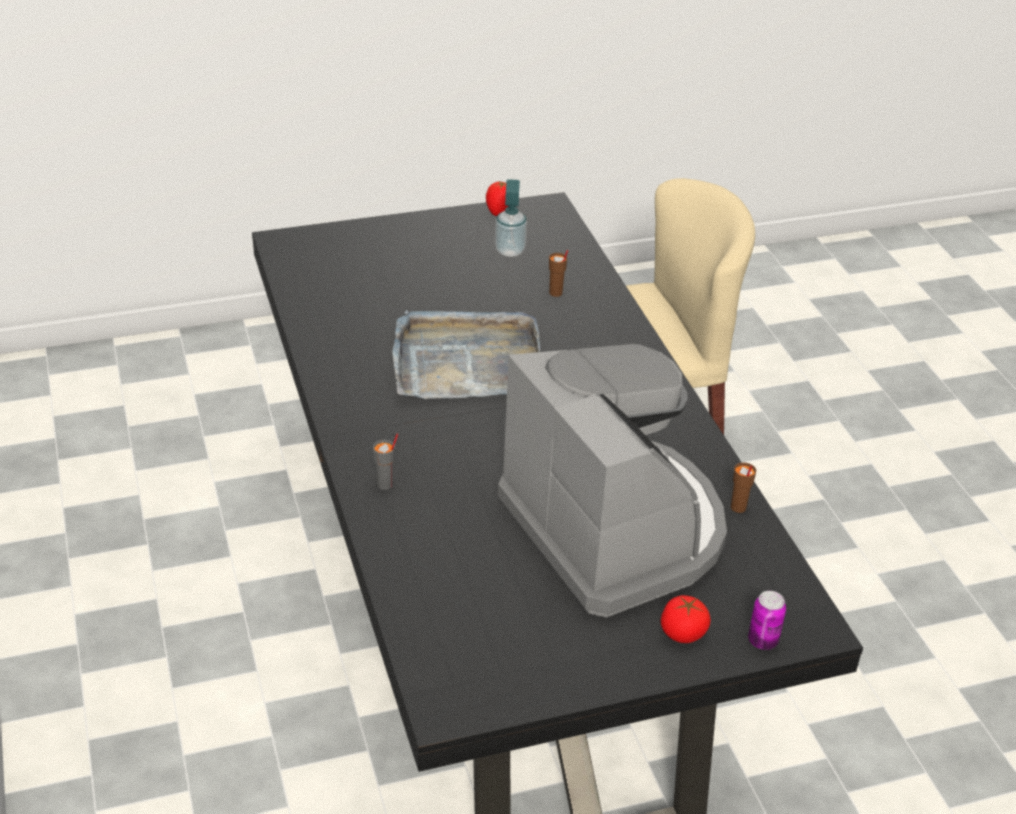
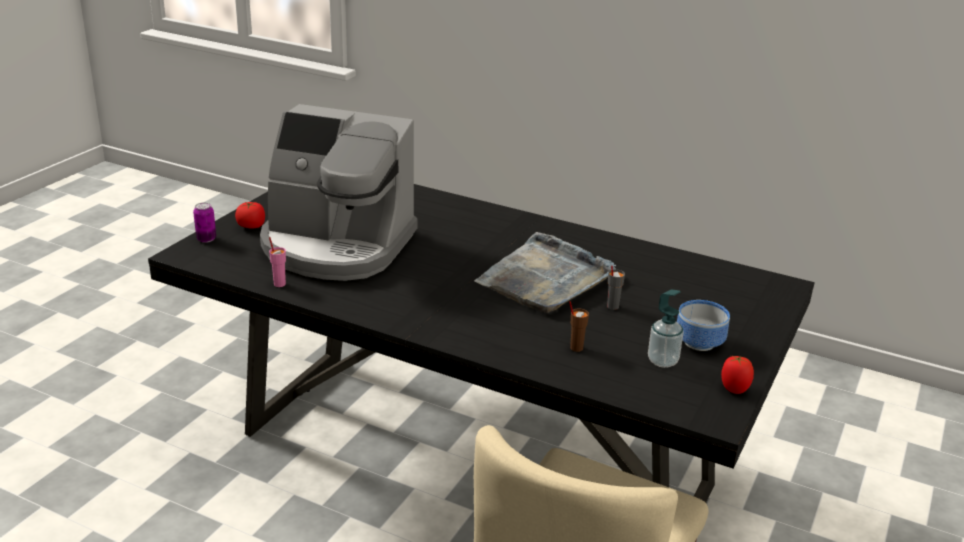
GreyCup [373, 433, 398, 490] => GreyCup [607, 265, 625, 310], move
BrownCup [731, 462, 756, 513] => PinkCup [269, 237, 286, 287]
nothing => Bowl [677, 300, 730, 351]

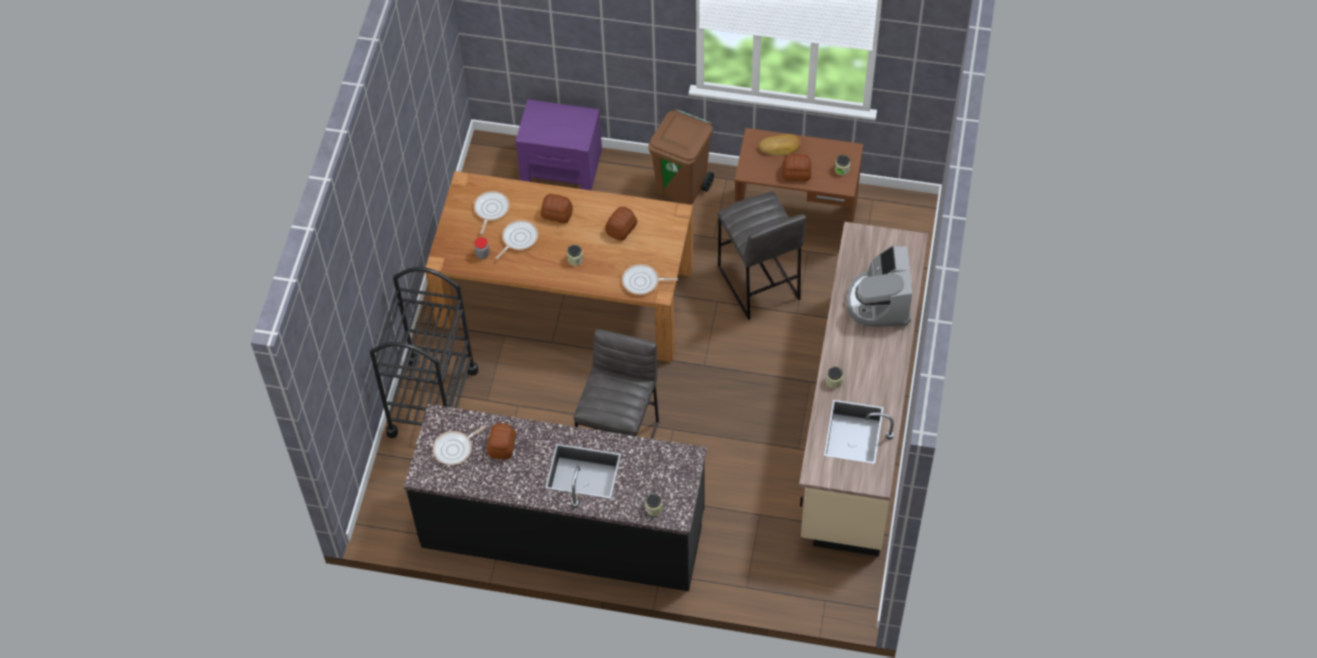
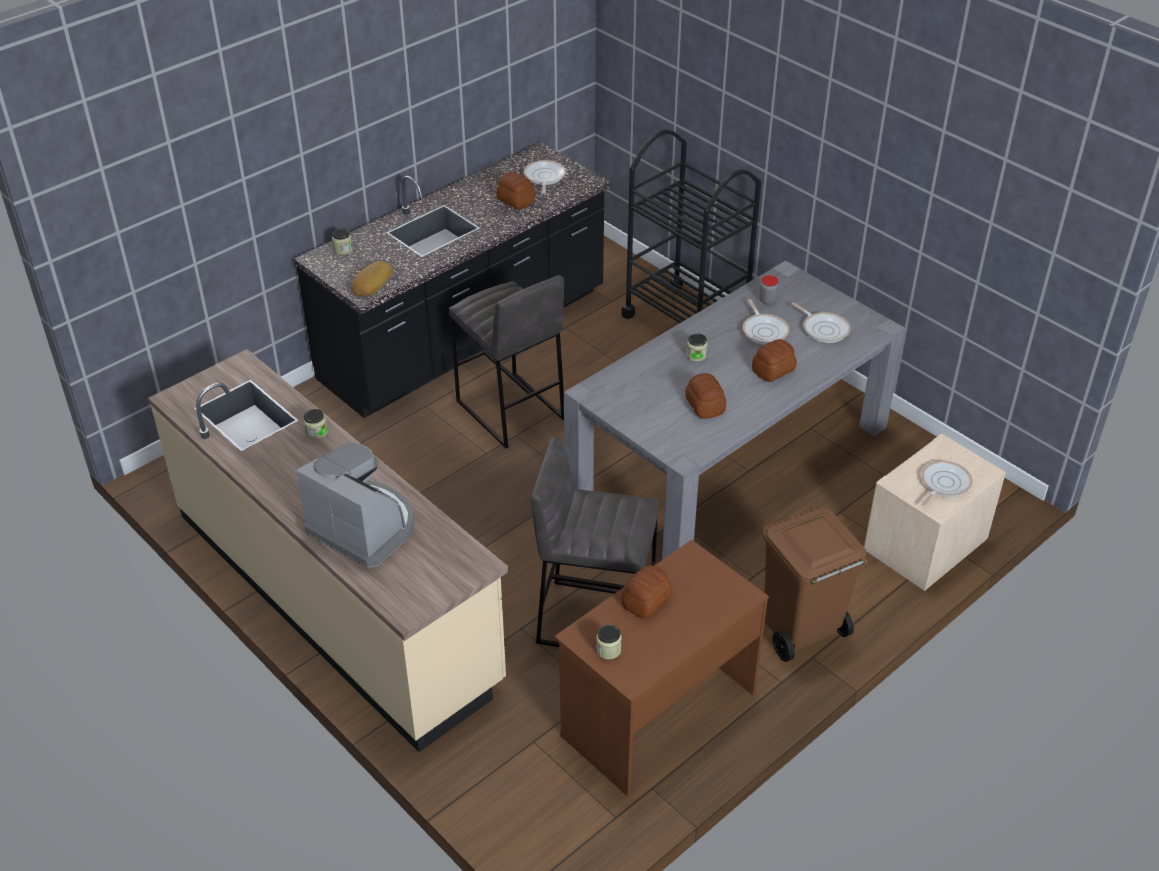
PurpleNightstand [516, 99, 602, 190] => BeigeNightstand [864, 434, 1006, 591]
Bread [759, 134, 801, 155] => Bread [351, 261, 393, 297], move
BrownDiningTable [425, 171, 693, 362] => GreyDiningTable [564, 261, 906, 560]
FryingPan [622, 264, 678, 295] => FryingPan [921, 461, 973, 506], move

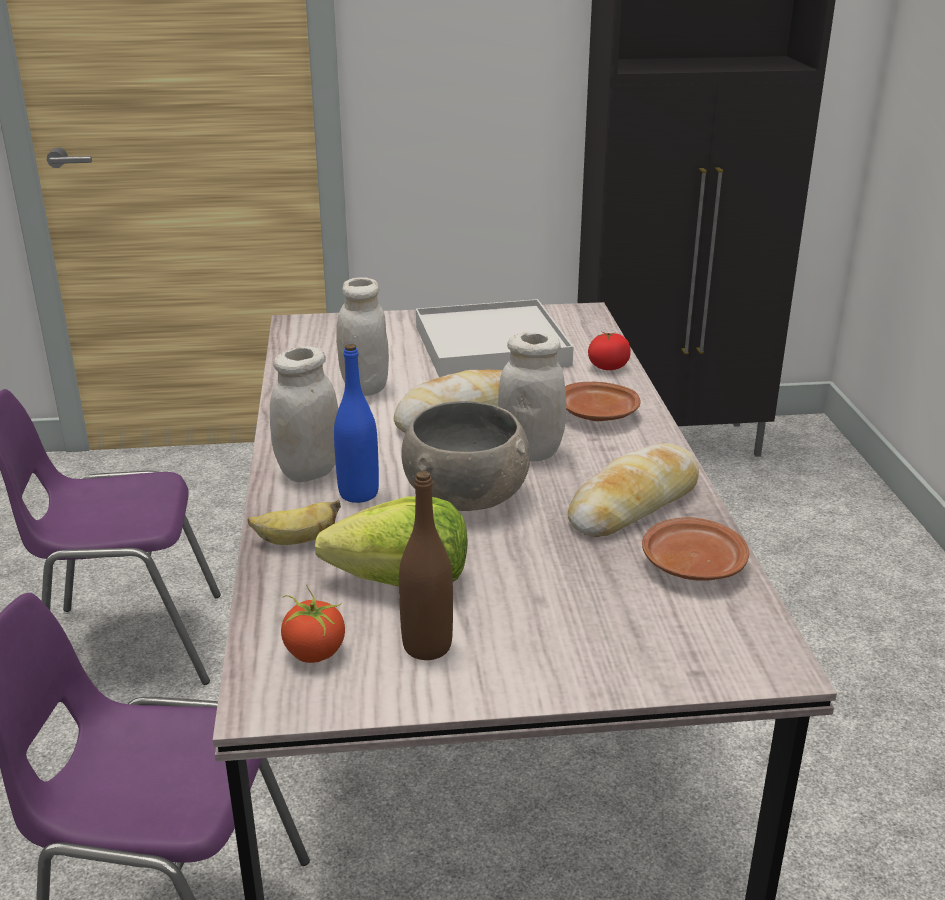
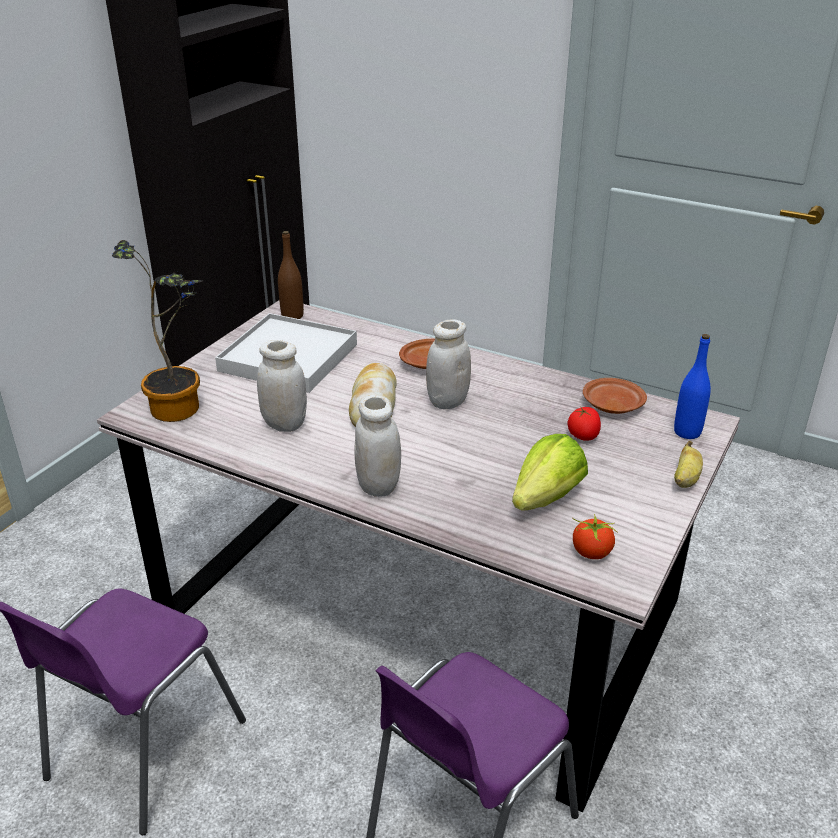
Tomato [588, 332, 631, 370] => Tomato [568, 407, 601, 441], move
BlueBottle [334, 344, 379, 503] => BlueBottle [674, 334, 711, 439], move
GreyBowl [401, 401, 530, 511] => nothing
Bread [568, 443, 699, 537] => nothing
BrownBottle [399, 471, 453, 660] => BrownBottle [278, 231, 304, 319], move
Banana [248, 500, 341, 545] => Banana [674, 441, 703, 488], move
nothing => PottedPlant [112, 240, 202, 422]

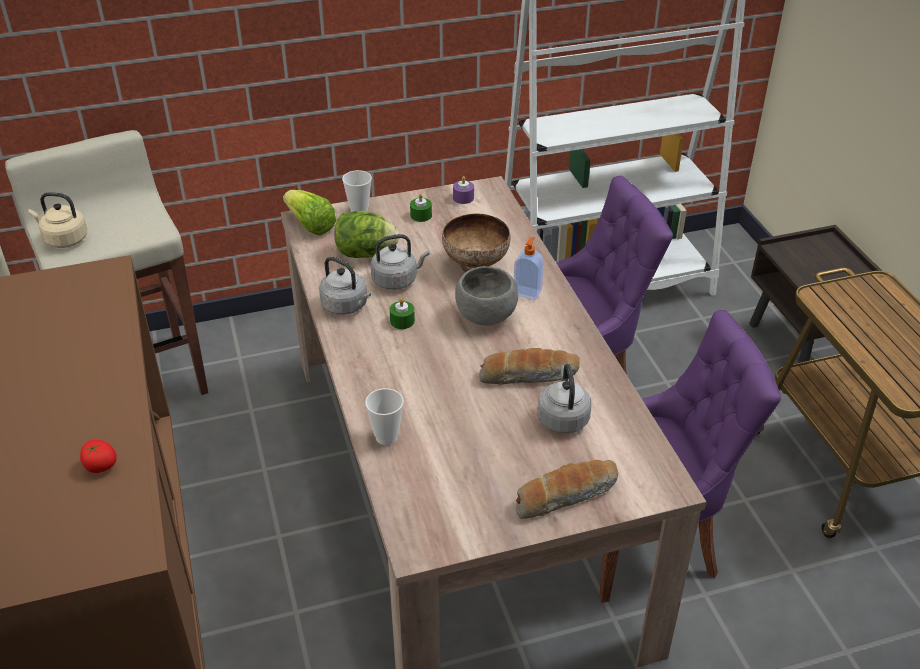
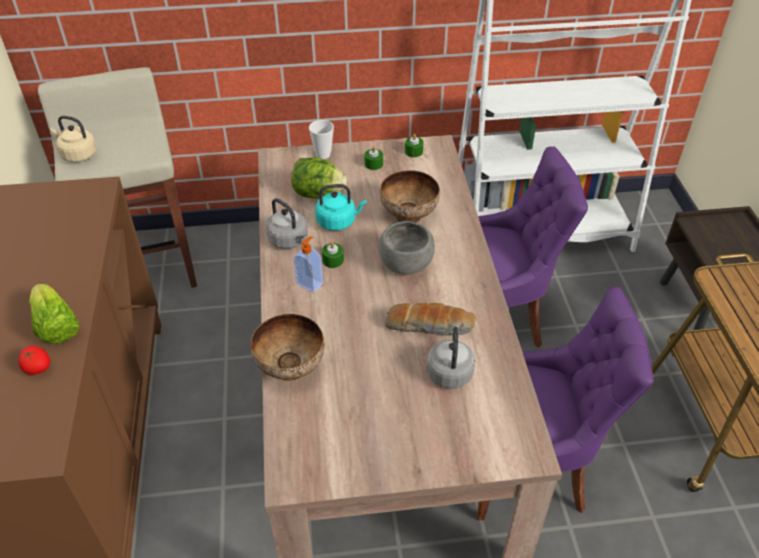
PurpleCandle [453, 176, 474, 204] => GreenCandle [405, 133, 424, 157]
Lettuce [283, 190, 337, 236] => Lettuce [29, 284, 79, 344], move
GreyKettle [370, 234, 429, 290] => TurquoiseKettle [315, 184, 367, 231]
SoapDispenser [514, 237, 544, 300] => SoapDispenser [293, 236, 323, 293], move
Cup [365, 388, 404, 445] => Bowl [250, 314, 325, 381]
Bread [516, 460, 618, 519] => nothing

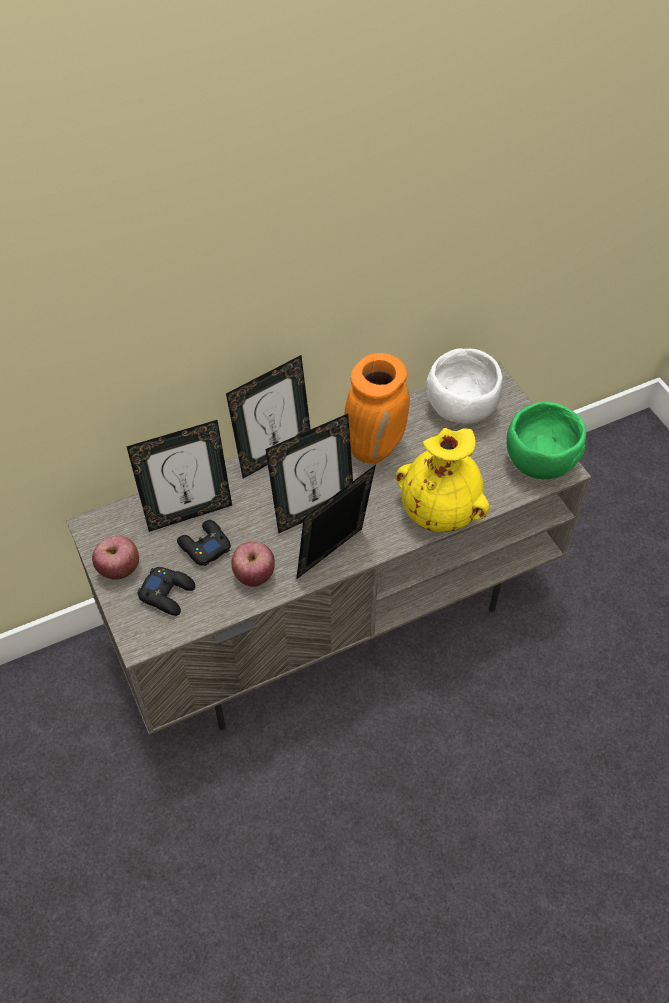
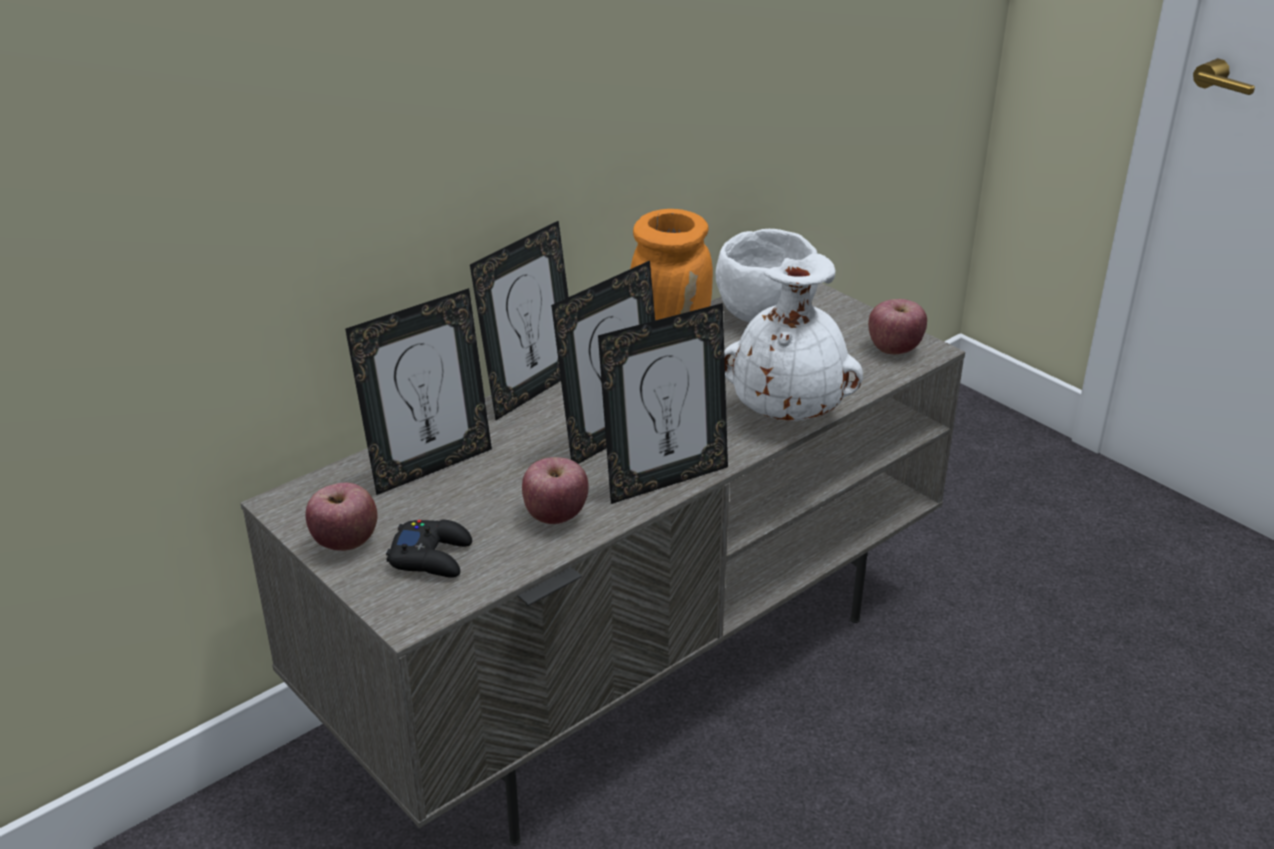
GreenBowl [506, 402, 586, 479] => Apple [868, 299, 927, 354]
YellowVase [395, 428, 490, 532] => WhiteVase [724, 254, 863, 421]
PictureFrame [296, 465, 376, 580] => PictureFrame [598, 303, 728, 504], 150 degrees counterclockwise
BlackGameController [177, 520, 231, 566] => nothing

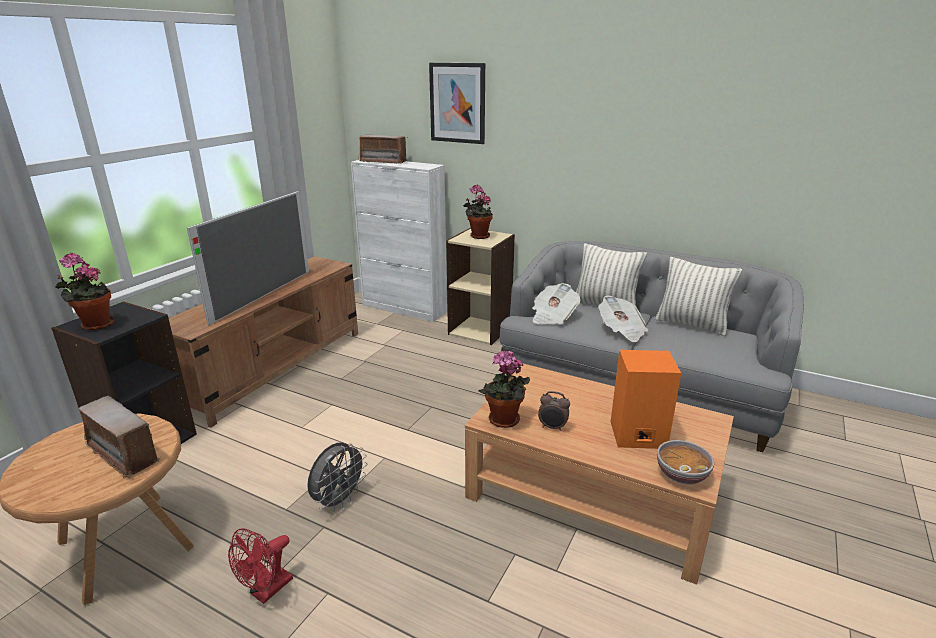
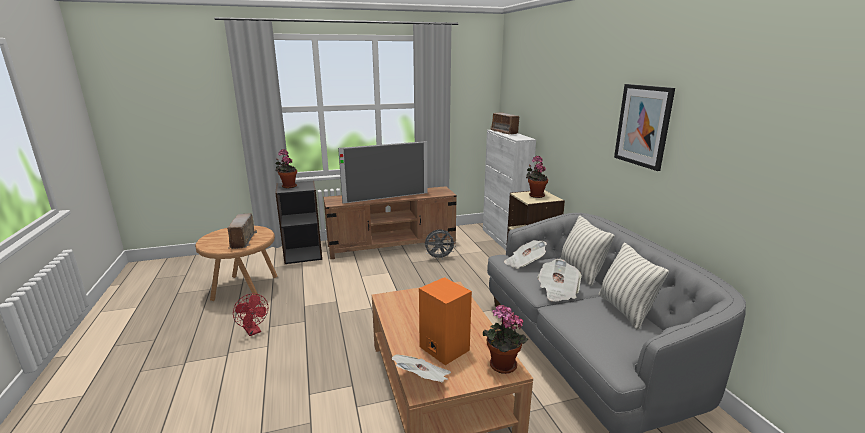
Picture [429, 63, 485, 144] => Picture [614, 84, 675, 171], move
PottedPlant [479, 350, 530, 428] => PottedPlant [483, 305, 528, 374], move
AlarmClock [538, 391, 570, 431] => nothing
Bowl [657, 440, 714, 485] => Newspaper [392, 354, 451, 382]
GreyFan [307, 442, 368, 511] => GreyFan [424, 229, 456, 260], move
RedFan [228, 528, 293, 604] => RedFan [233, 294, 268, 336], 120 degrees counterclockwise

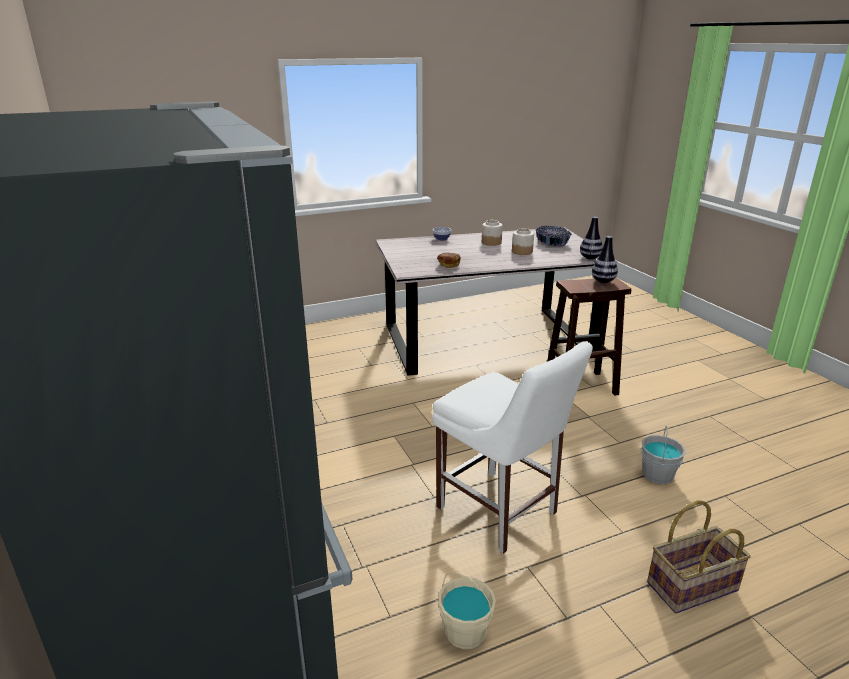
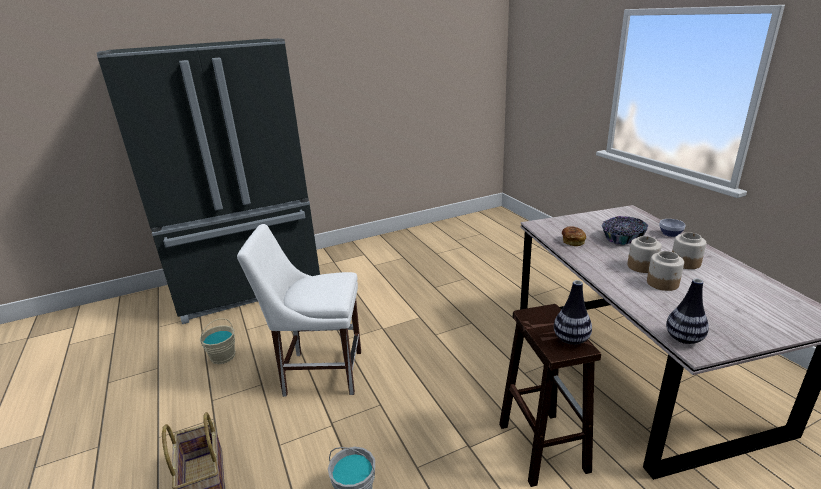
Bowl [535, 226, 572, 246] => Bowl [602, 216, 648, 245], move
WhiteChair [432, 341, 593, 554] => WhiteChair [237, 224, 361, 397], 45 degrees clockwise
nothing => Jar [627, 236, 662, 273]

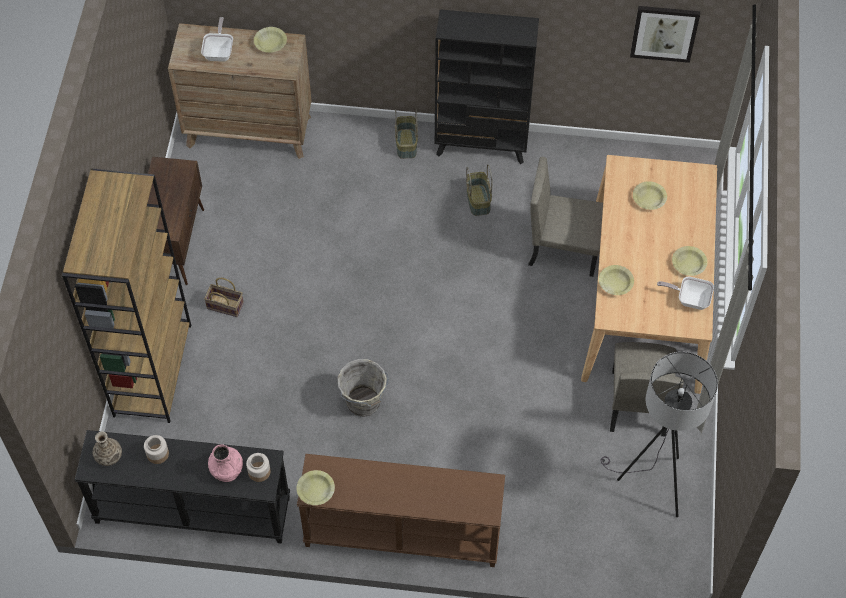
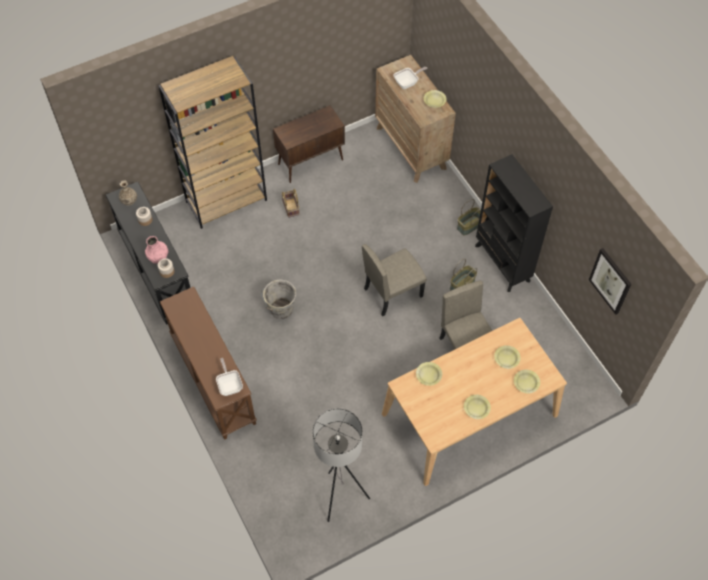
FryingPan [657, 277, 714, 310] => FryingPan [216, 358, 243, 396], move
BeigeChair [610, 342, 684, 436] => BeigeChair [362, 244, 427, 316], move
YellowBowl [297, 470, 335, 505] => YellowBowl [514, 370, 540, 393], move

